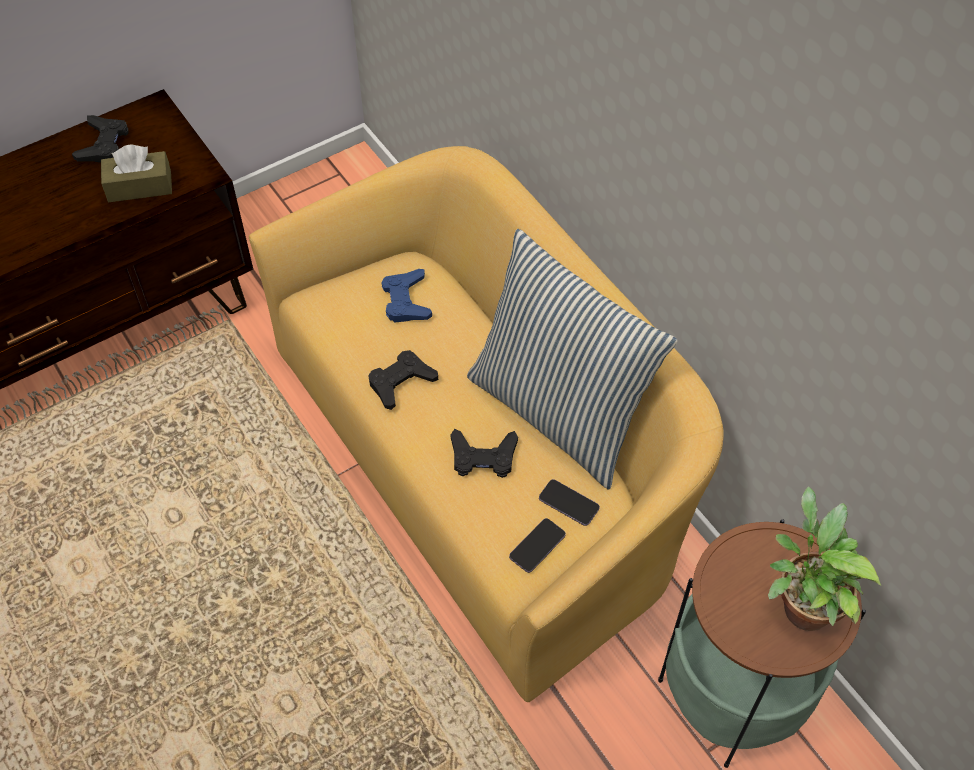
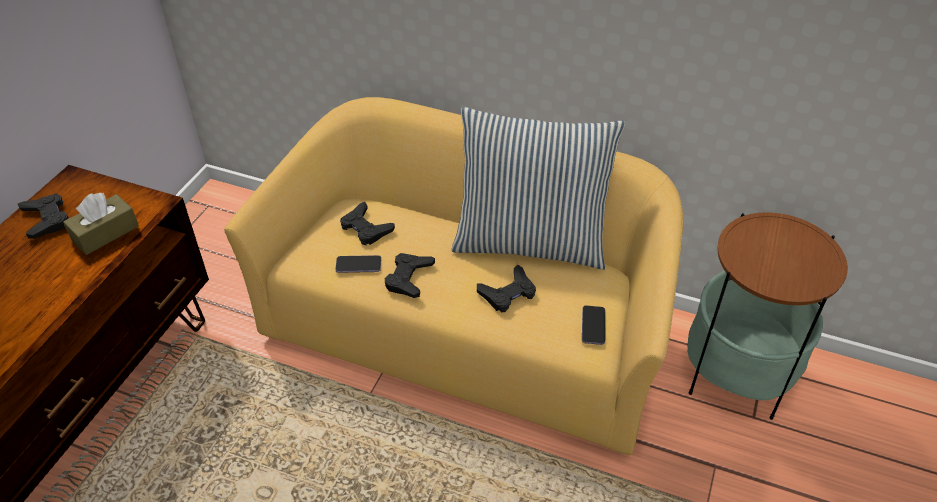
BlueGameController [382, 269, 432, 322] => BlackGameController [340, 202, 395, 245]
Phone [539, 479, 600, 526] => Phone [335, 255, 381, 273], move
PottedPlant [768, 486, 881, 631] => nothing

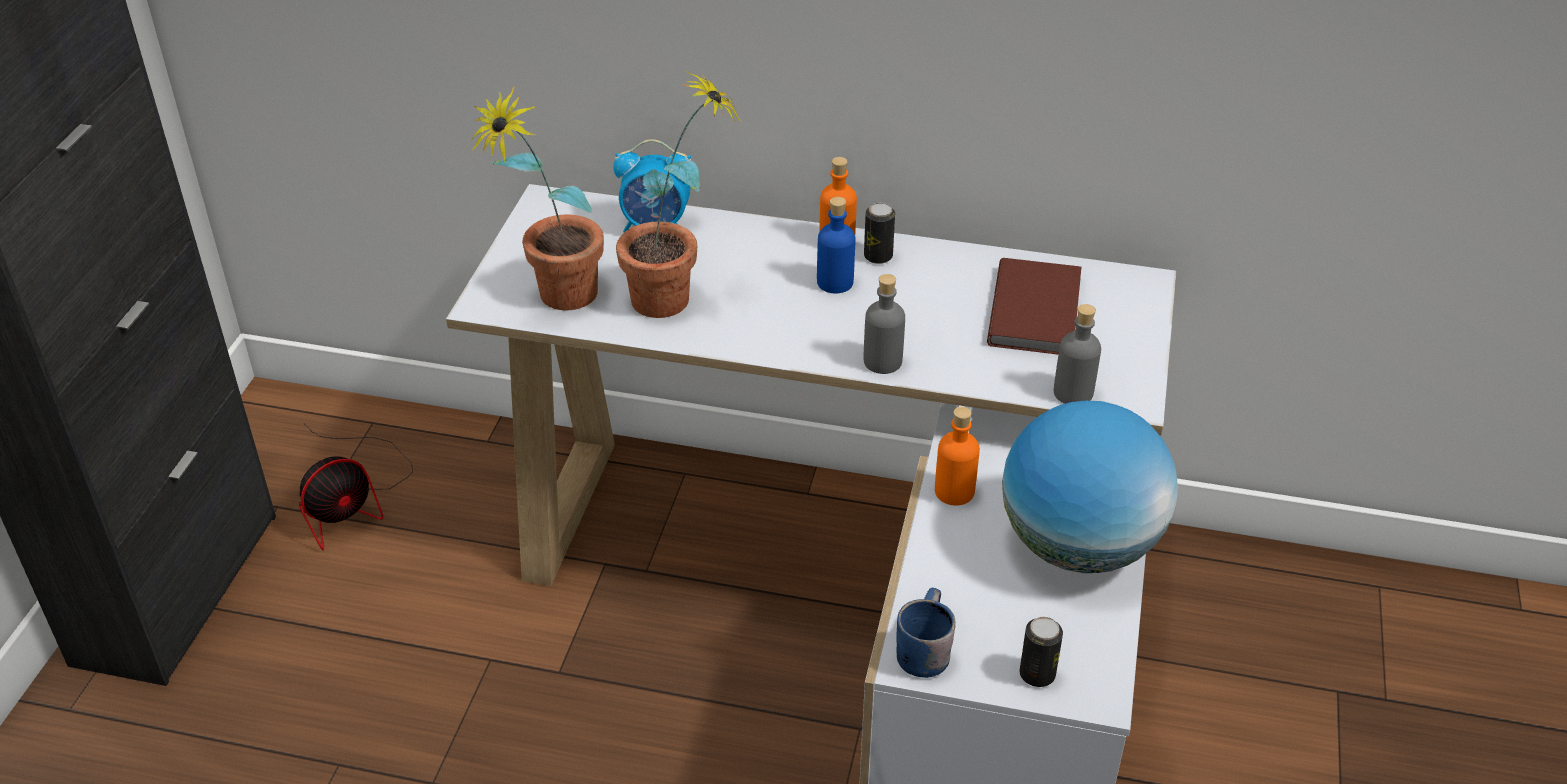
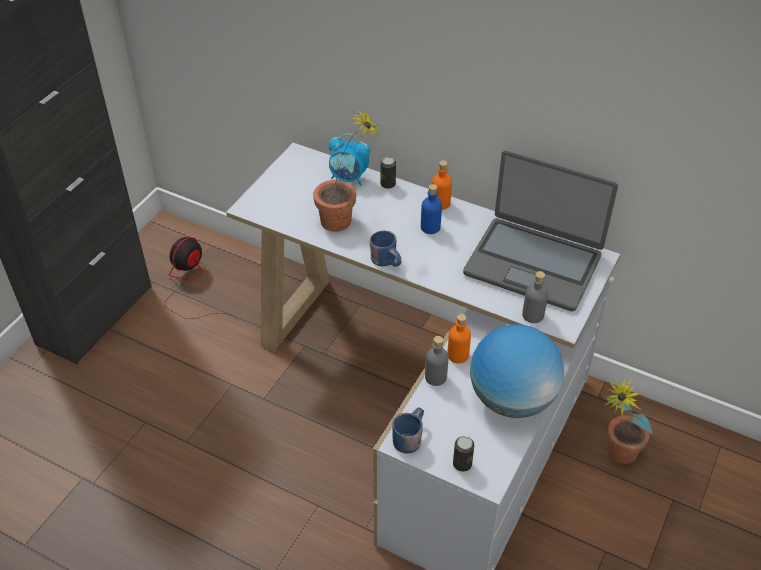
PottedPlant [470, 86, 604, 310] => PottedPlant [605, 378, 652, 464], move
Can [864, 203, 895, 264] => Can [380, 157, 396, 189], move
BrownBook [987, 258, 1082, 355] => Laptop [463, 150, 618, 312]
GreyBottle [864, 274, 905, 374] => GreyBottle [425, 336, 449, 386], move
Fan [299, 423, 413, 550] => Fan [165, 237, 237, 319], 150 degrees clockwise
nothing => BlueMug [370, 231, 402, 267]

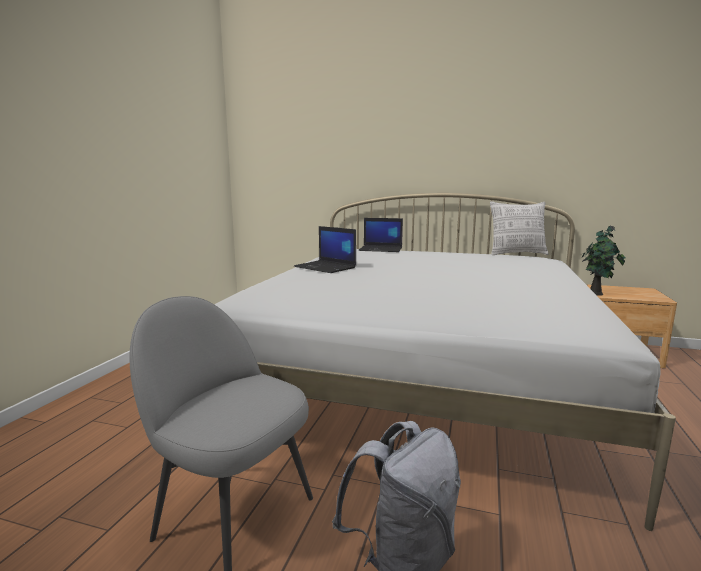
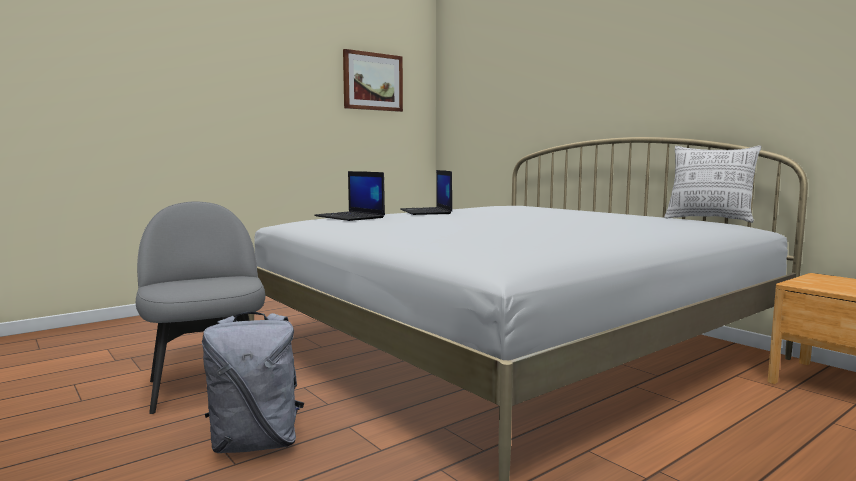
Laptop [359, 218, 403, 252] => Laptop [314, 171, 385, 221], move
PottedPlant [581, 226, 625, 296] => nothing
nothing => Picture [343, 49, 403, 112]

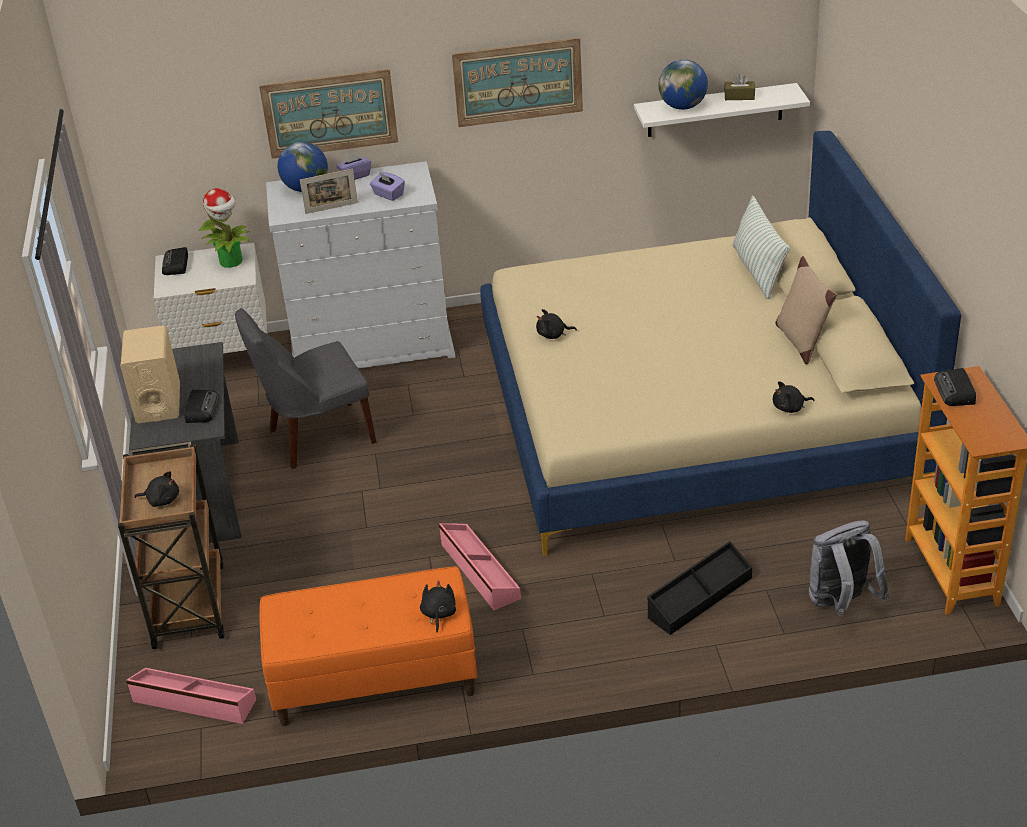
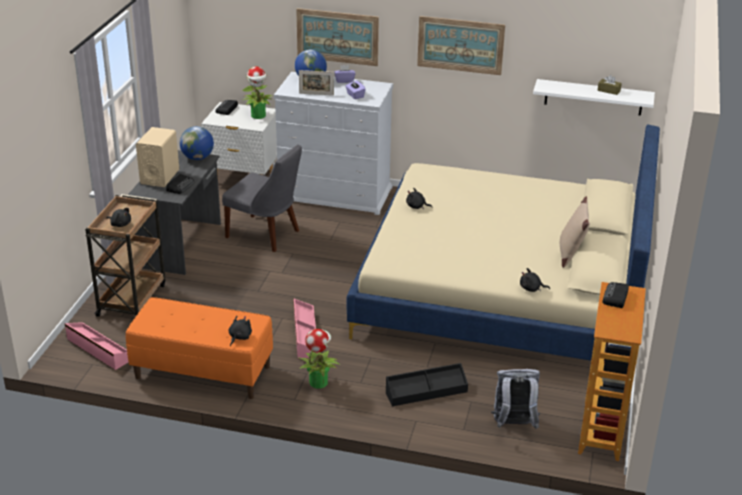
Globe [659, 60, 708, 110] => Globe [180, 126, 214, 160], move
Pillow [732, 196, 790, 299] => nothing
GreyChair [235, 308, 376, 469] => GreyChair [222, 145, 302, 252], 150 degrees counterclockwise
nothing => PottedPlant [299, 329, 340, 389]

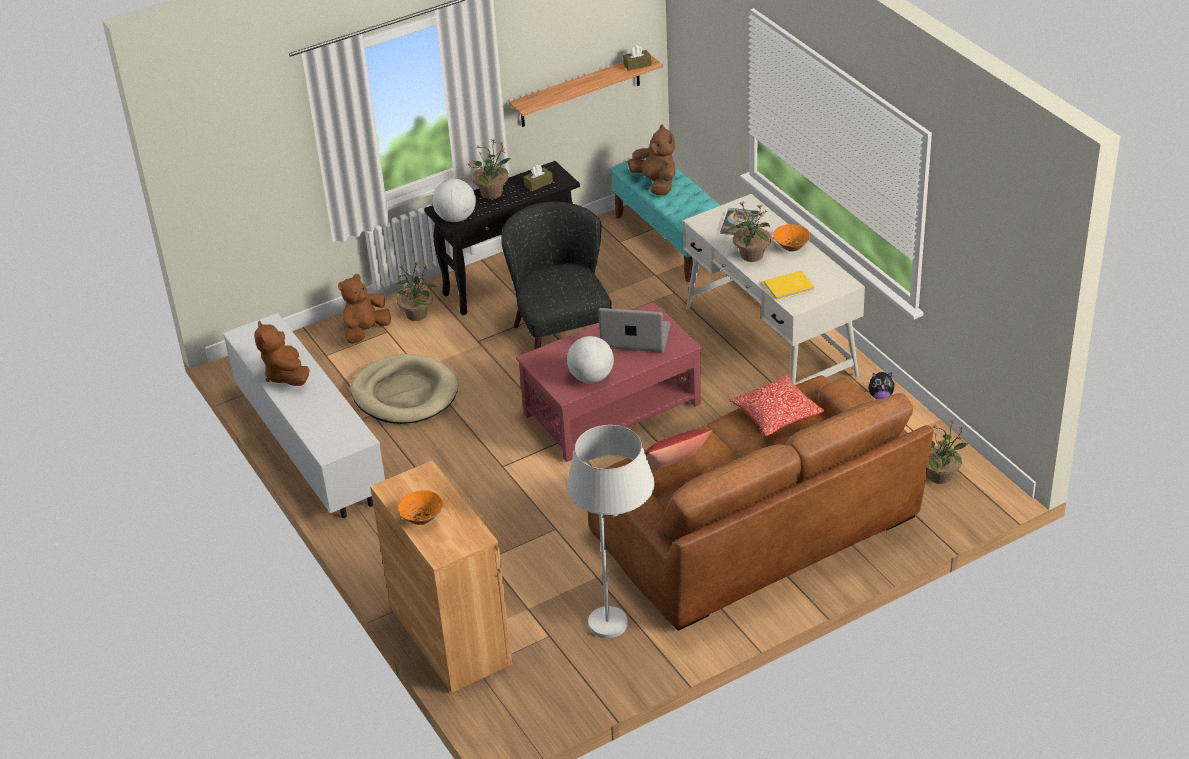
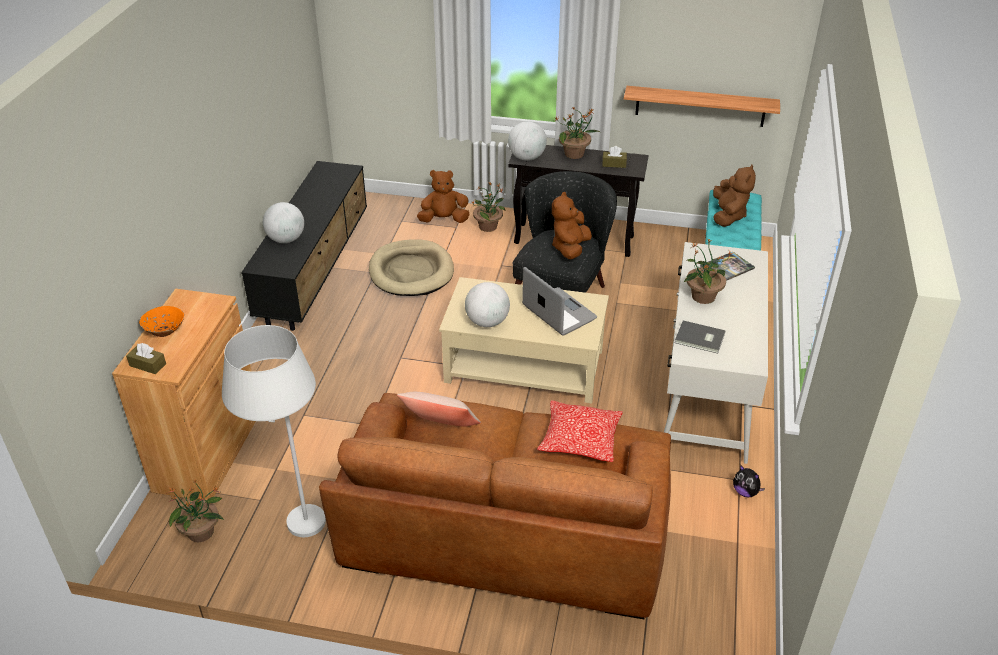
BrownTissueBox [623, 45, 652, 71] => BrownTissueBox [126, 343, 166, 374], move
OrangeBowl [773, 224, 810, 252] => nothing
YellowBook [764, 271, 814, 301] => GreyBook [675, 321, 726, 353]
RedCoffeeTable [516, 302, 703, 462] => BeigeCoffeeTable [439, 277, 609, 403]
WhiteTvStand [223, 313, 385, 518] => BlackTvStand [241, 161, 367, 331]
BrownPlushToy [254, 321, 310, 386] => BrownPlushToy [552, 192, 592, 259], move
PottedPlant [927, 419, 969, 484] => PottedPlant [165, 480, 224, 542], move
RedPillow [645, 429, 712, 471] => BeigePillow [397, 392, 481, 427]
nothing => Globe [263, 202, 304, 243]

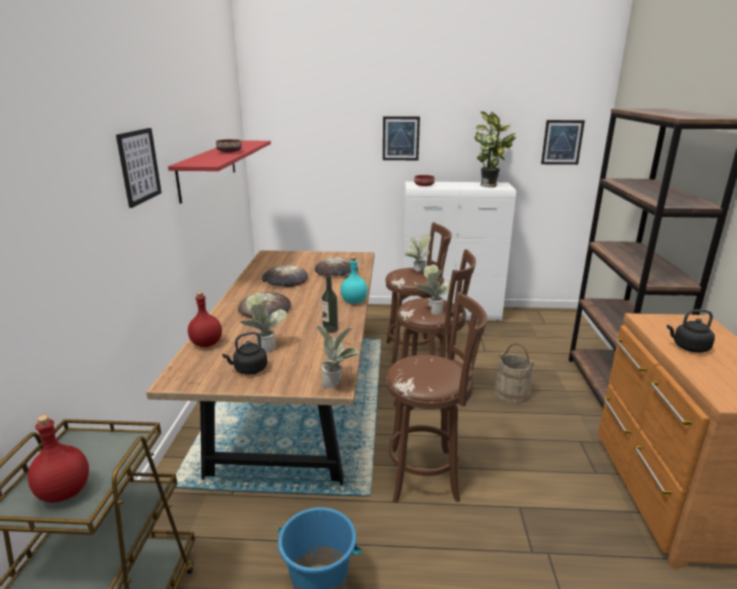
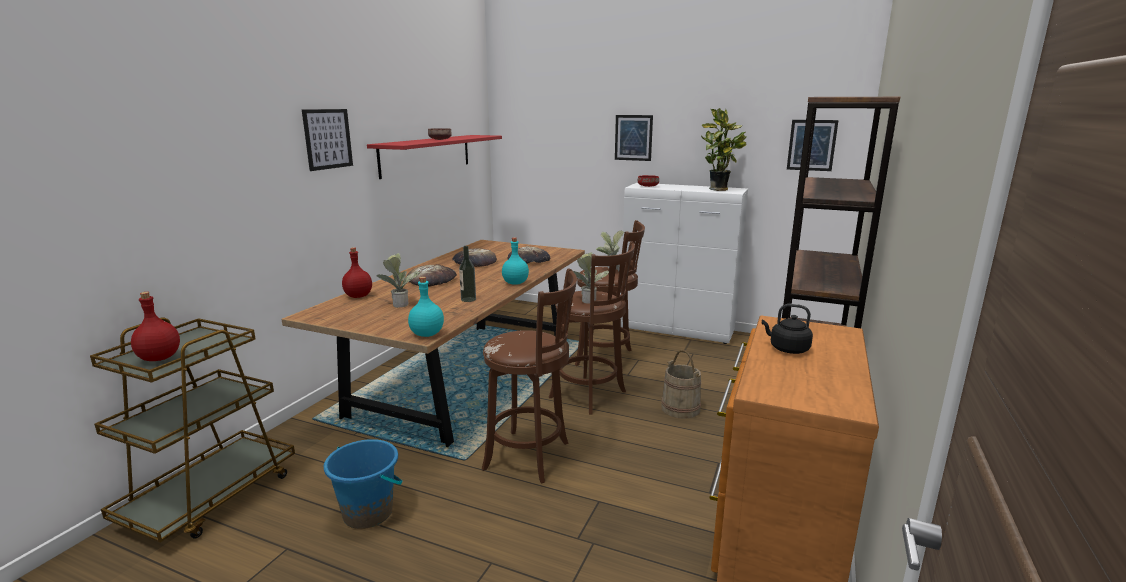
PottedPlant [316, 325, 359, 388] => TurquoiseBottle [408, 277, 444, 337]
BlackKettle [222, 332, 267, 375] => nothing

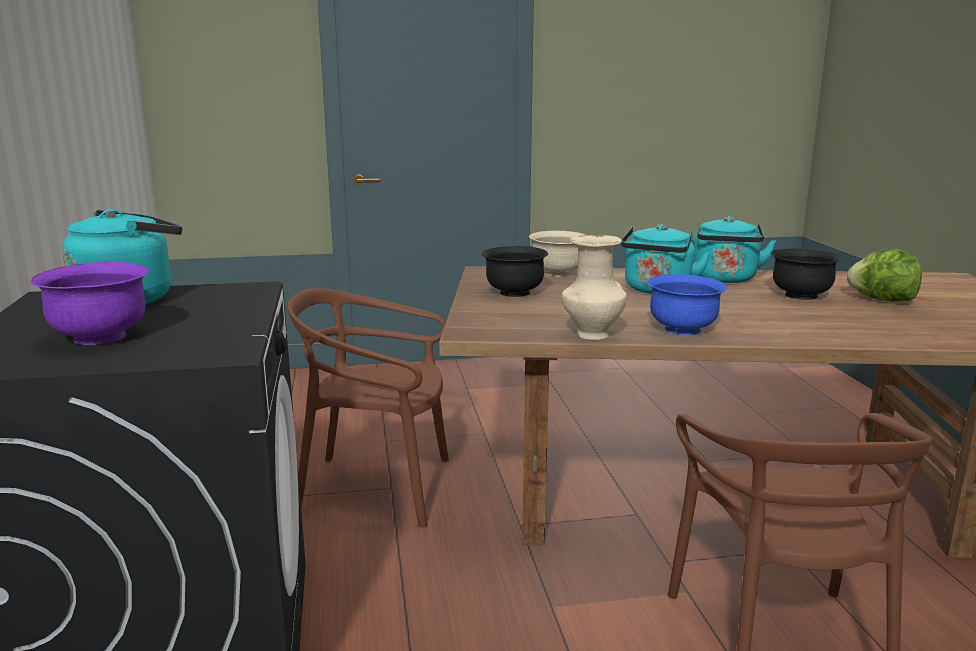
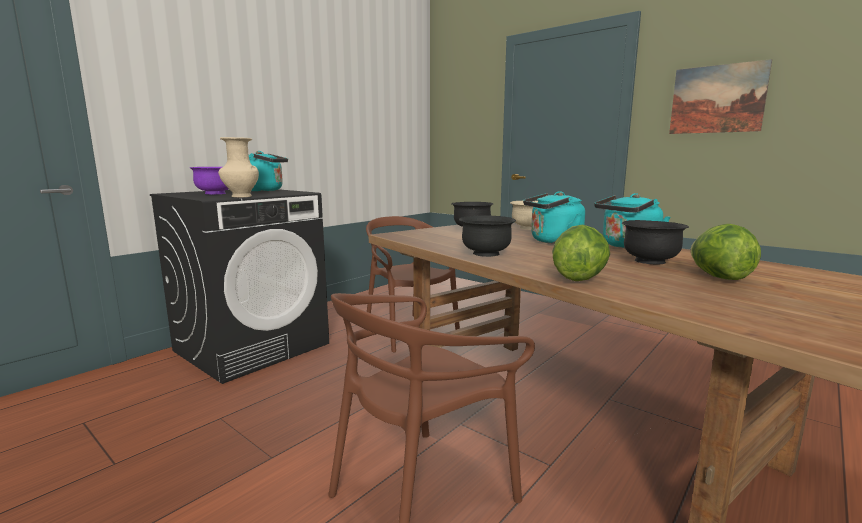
BeigeVase [562, 235, 627, 340] => BeigeVase [218, 137, 259, 197], move
BlueBowl [647, 274, 727, 335] => BlackBowl [459, 215, 516, 257]
nothing => Picture [669, 59, 772, 134]
nothing => Lettuce [552, 224, 610, 281]

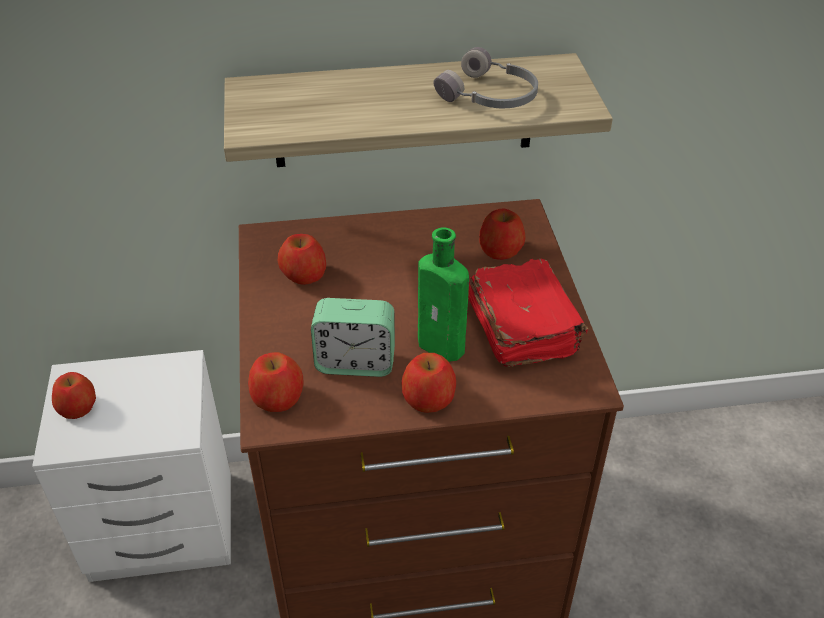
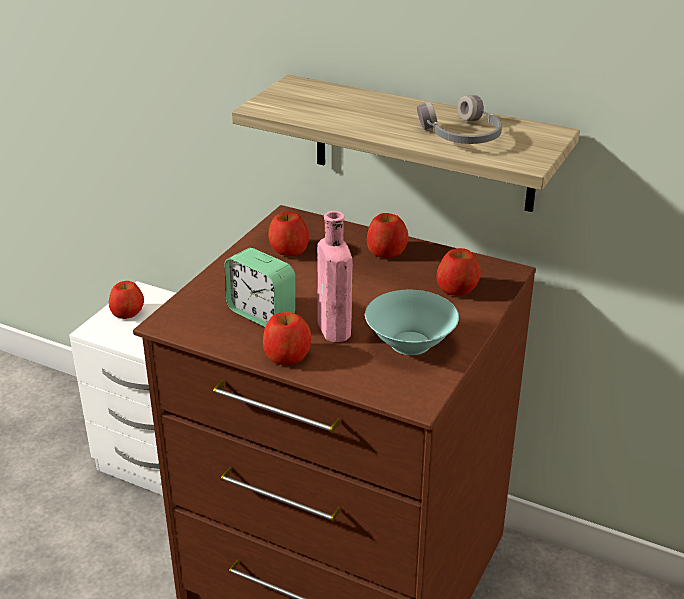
GreenBottle [418, 227, 469, 362] => PinkBottle [317, 211, 353, 342]
RedBook [468, 258, 588, 367] => TurquoiseBowl [365, 290, 459, 355]
Apple [248, 352, 303, 412] => Apple [367, 213, 409, 258], move

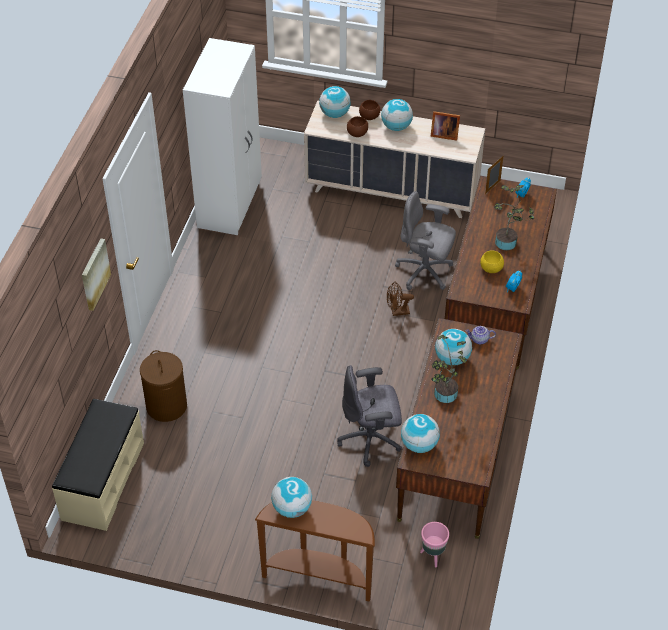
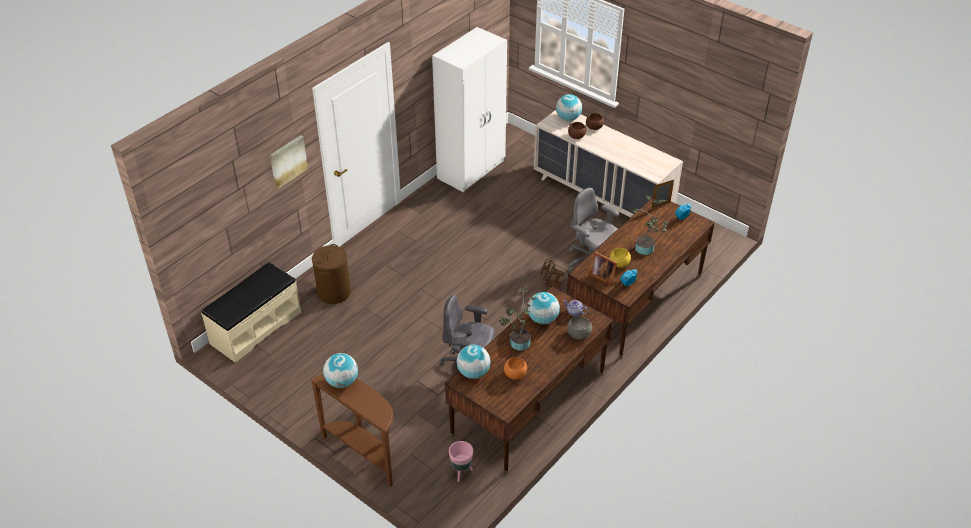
Globe [381, 99, 413, 131] => nothing
PictureFrame [431, 111, 460, 141] => PictureFrame [589, 251, 617, 285], move
nothing => GreyBowl [567, 316, 592, 339]
nothing => OrangeBowl [504, 357, 527, 380]

